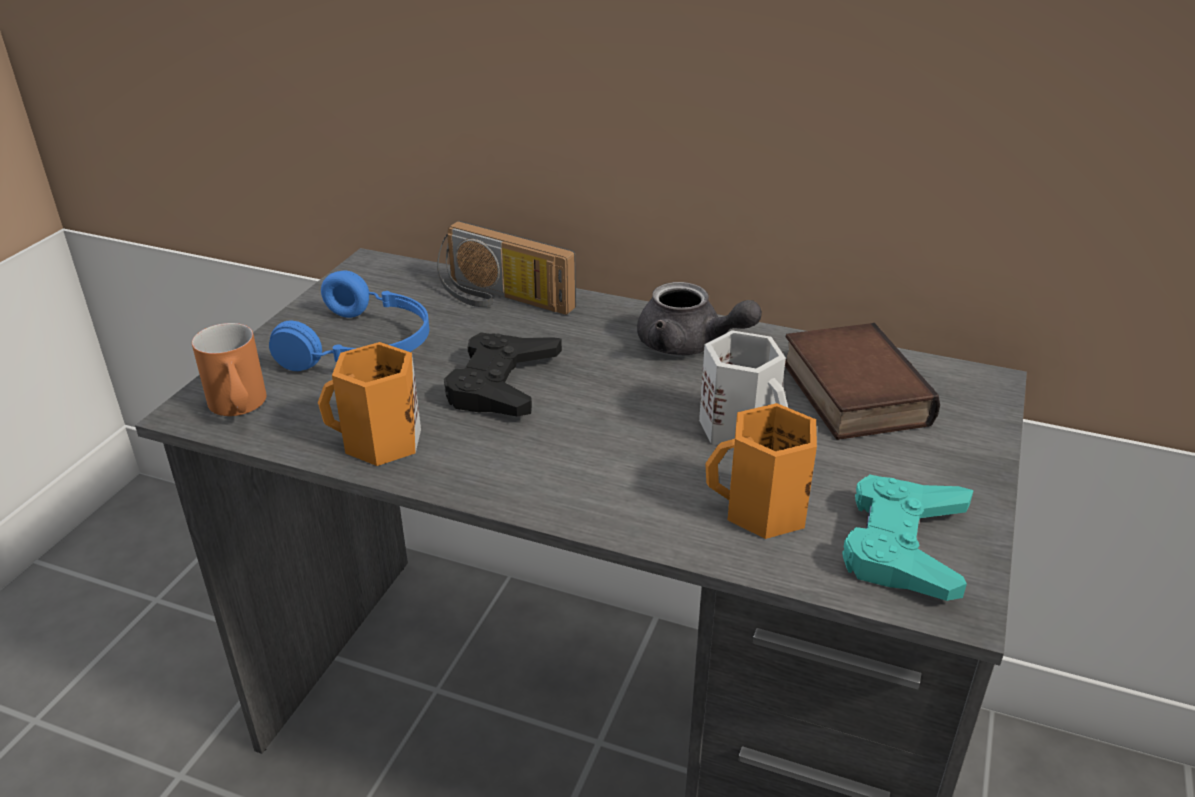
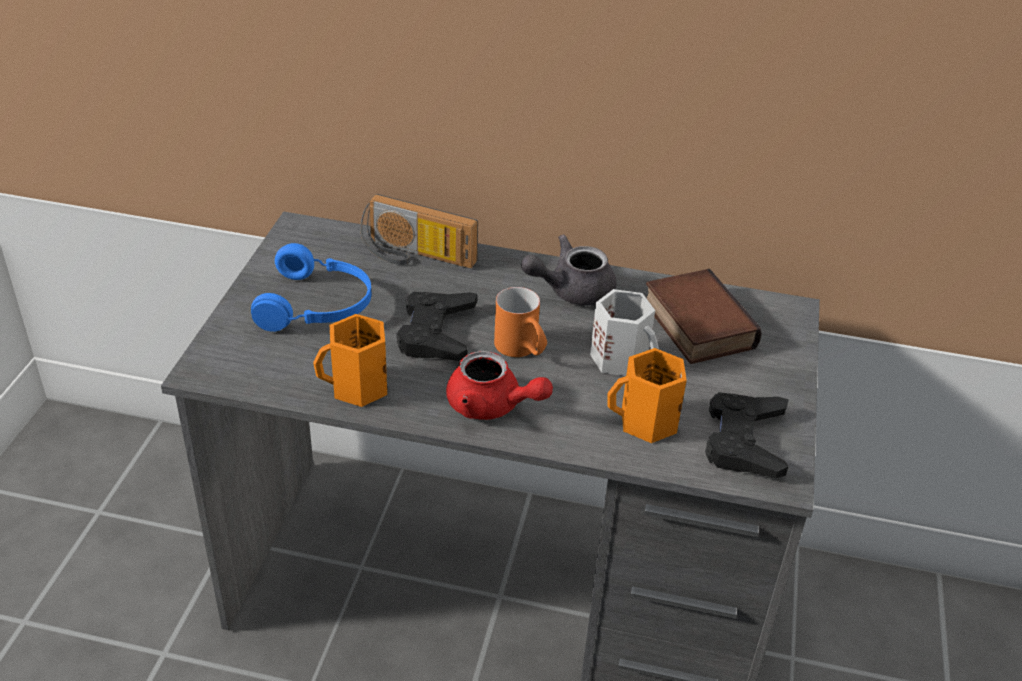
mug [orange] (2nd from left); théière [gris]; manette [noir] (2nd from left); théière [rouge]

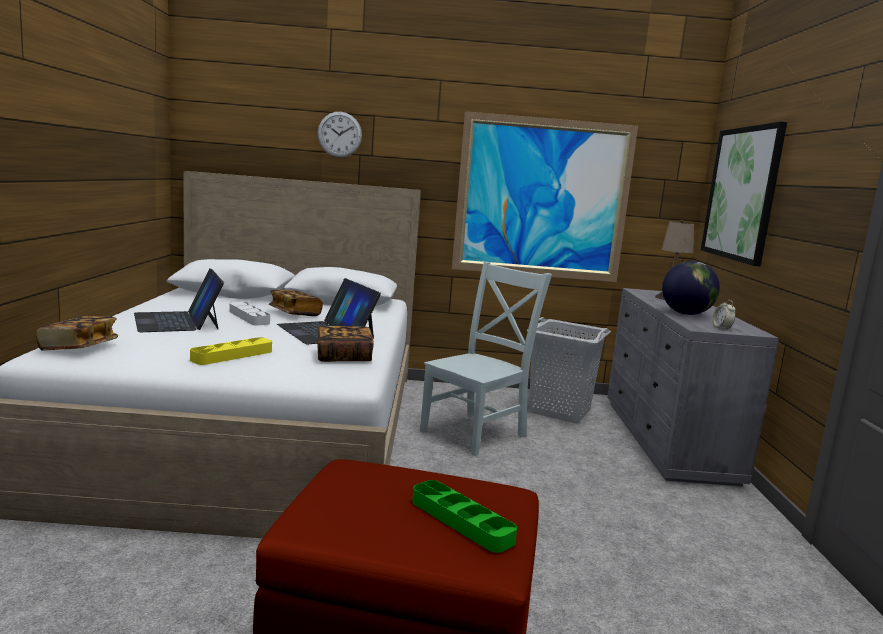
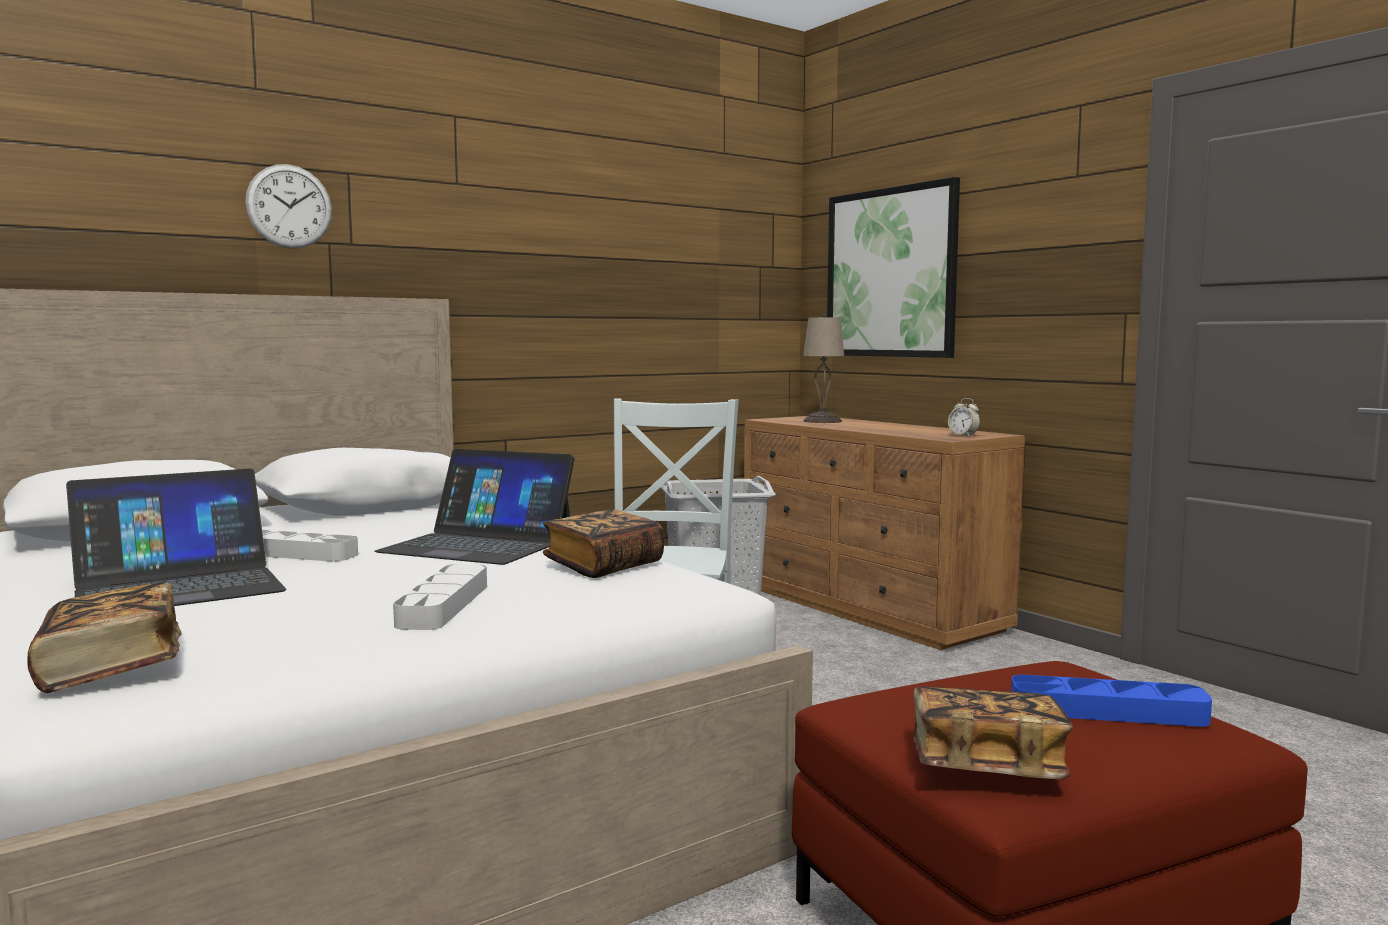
ordinateur portable (1st from left); plateau [gris] (2nd from left); livre (3rd from left); plateau [bleu]; tableau (1st from left in the first image); commode [marron]; globe

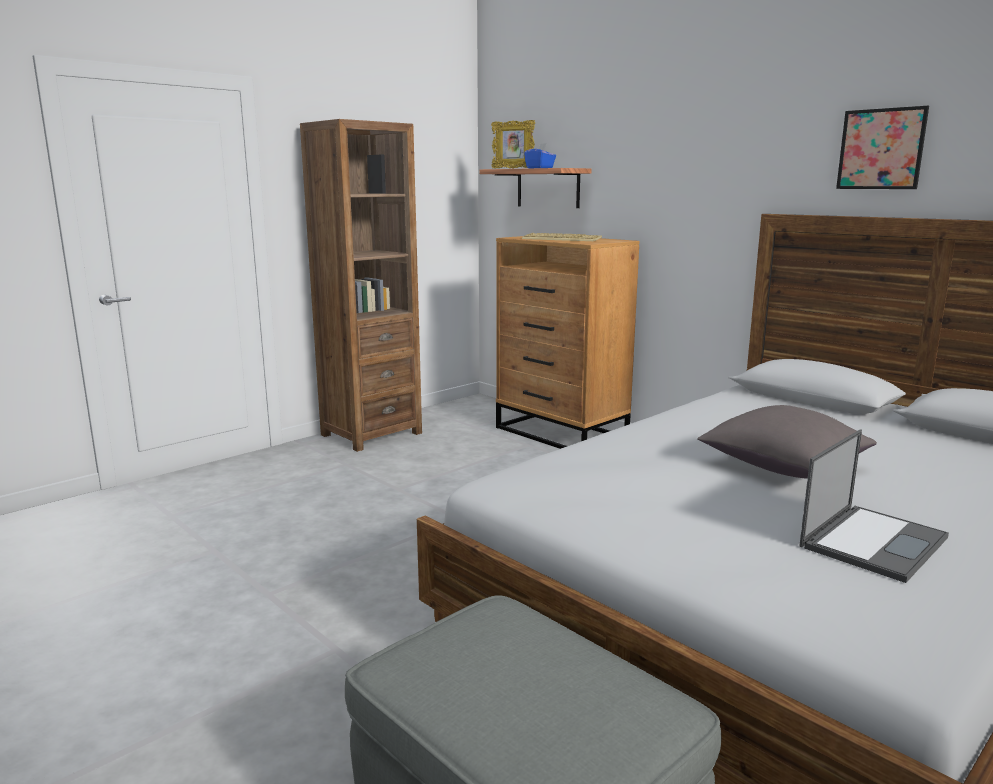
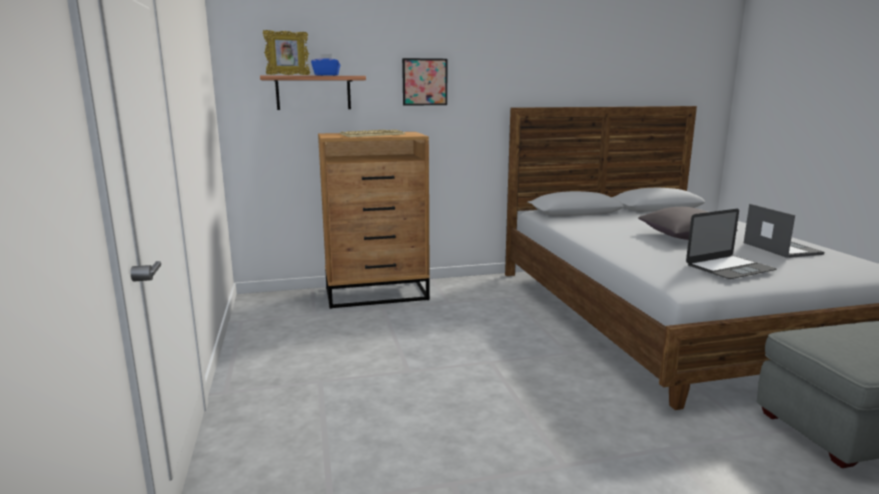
bibliothèque [marron]; tableau; ordinateur portable (1st from left)

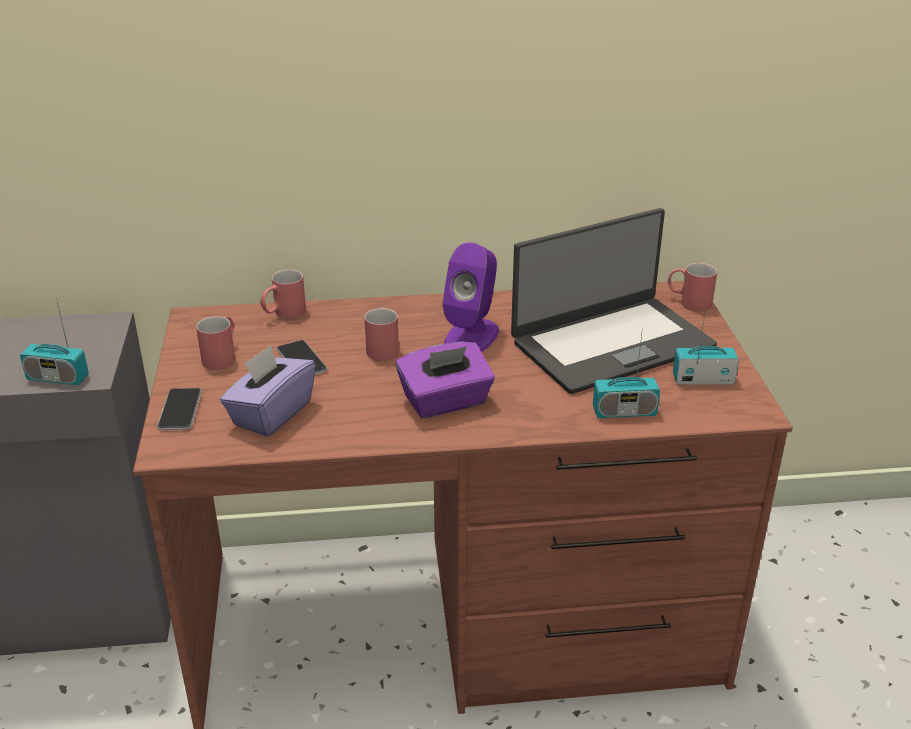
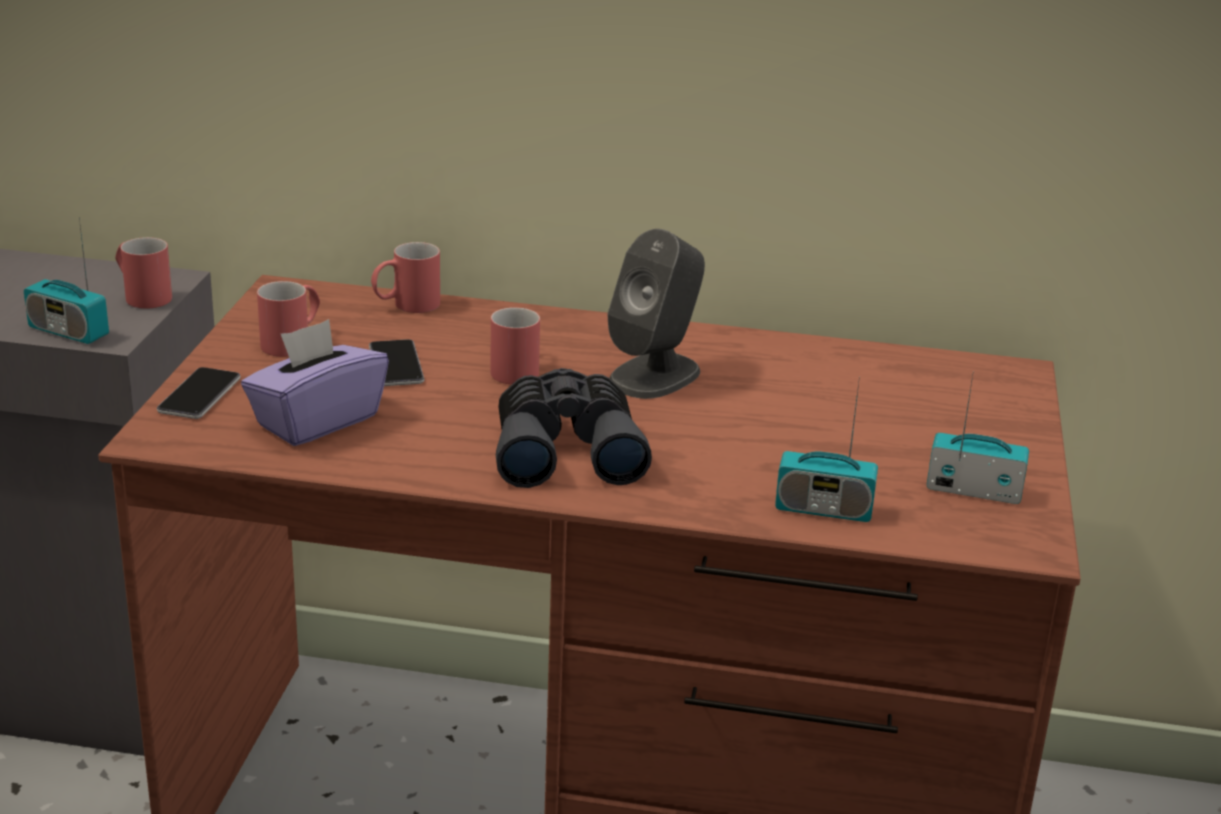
jumelles [gris]; enceinte [gris]; ordinateur portable; mug [rouge] (1st from left)

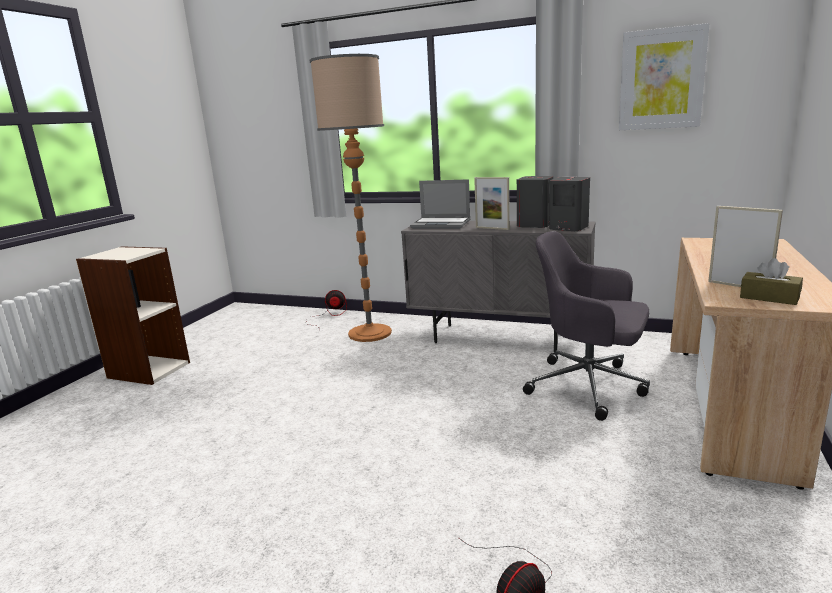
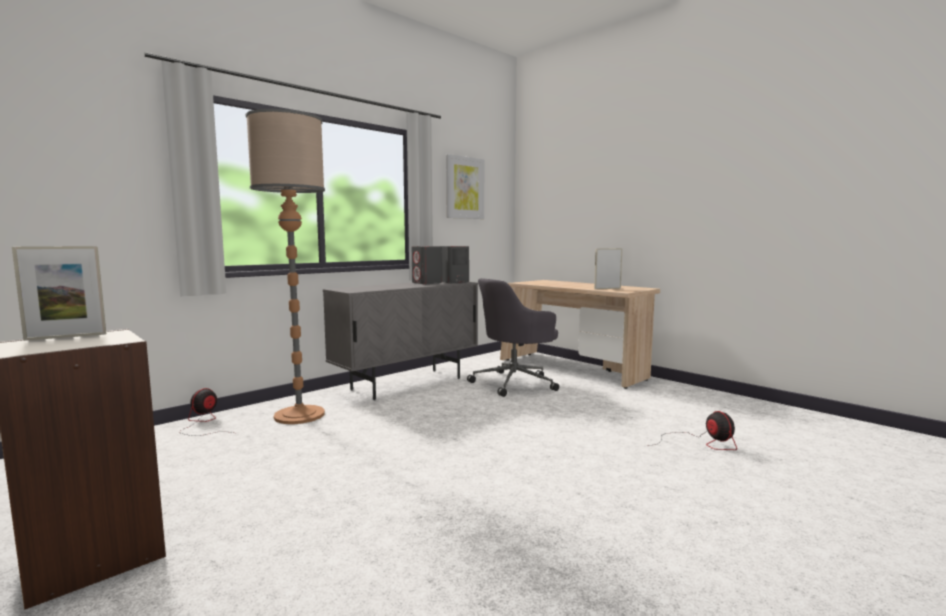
ordinateur portable; cadre photo (1st from left); boîte à mouchoirs [marron]

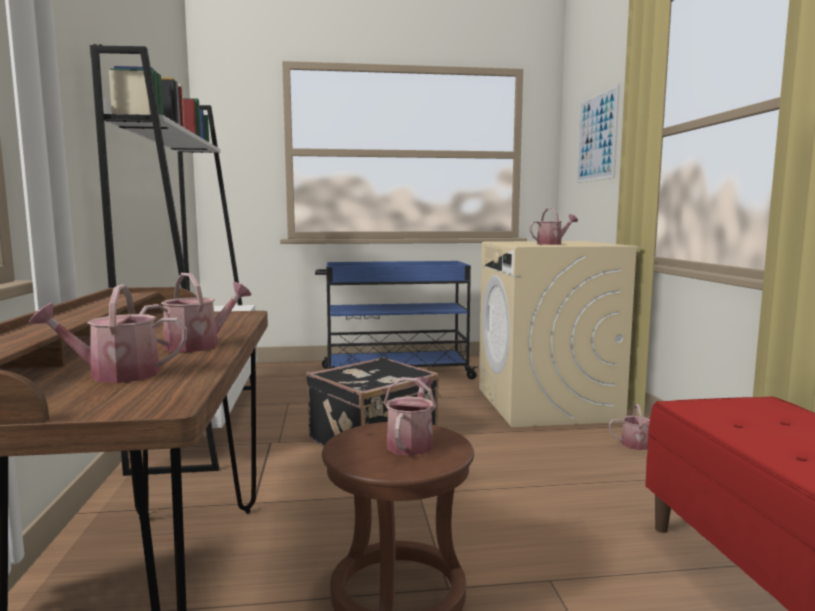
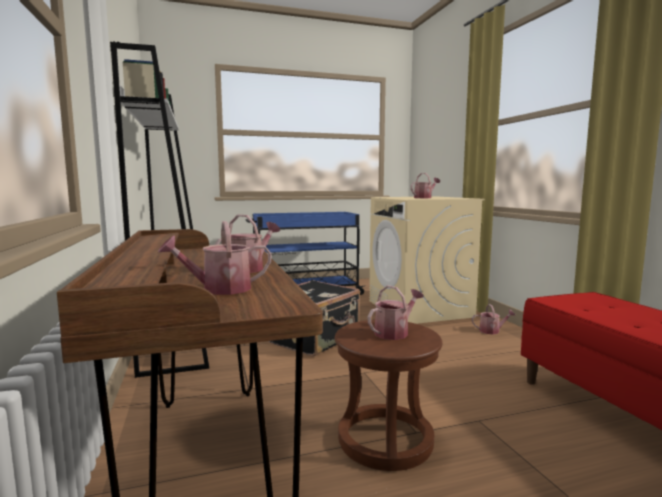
arrosoir (3rd from left); tableau

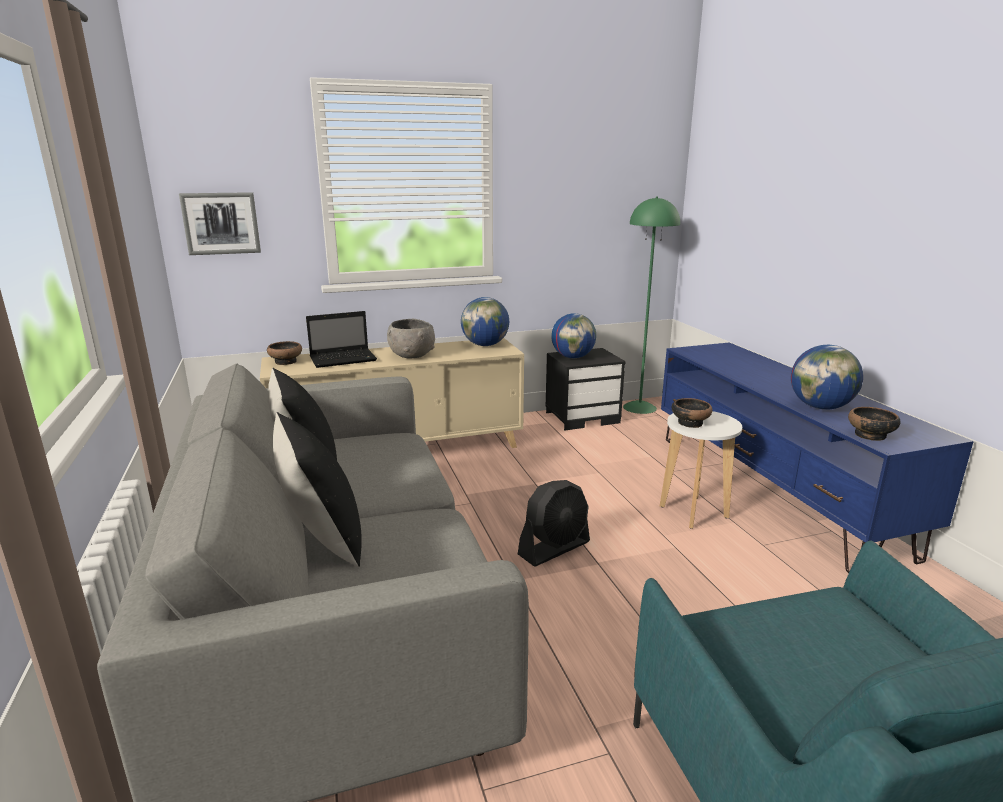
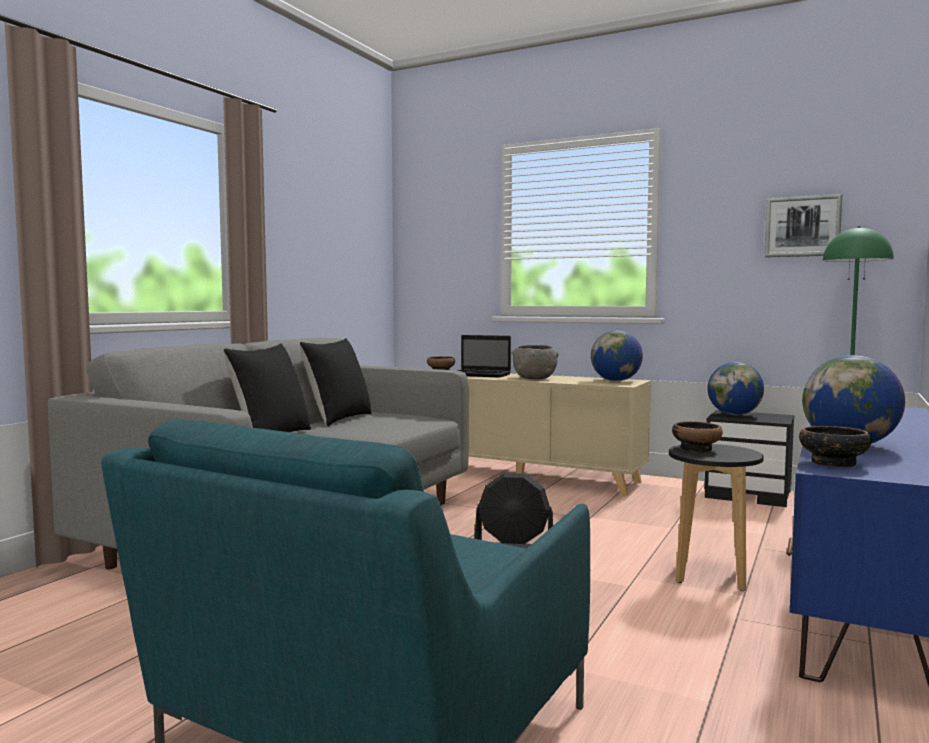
tableau; tabouret [noir]

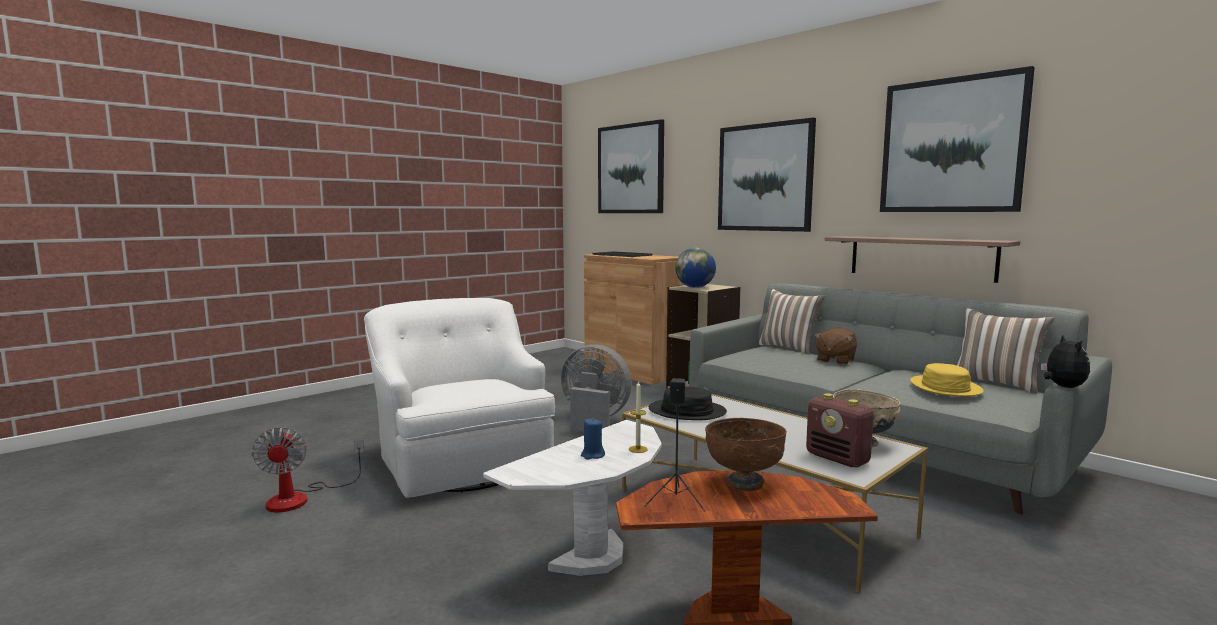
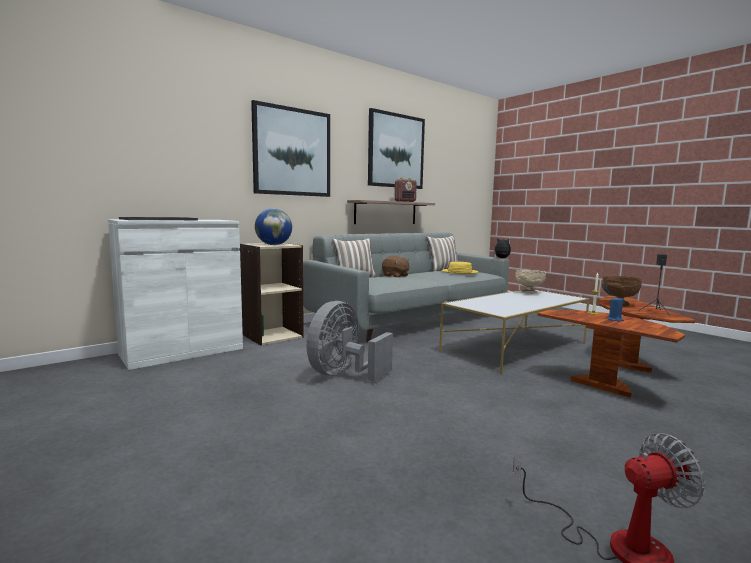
fauteuil [blanc]; table d'appoint [marron] (1st from left); meuble de rangement [blanc]; tableau (1st from left in the first image); chapeau [noir]; radio

